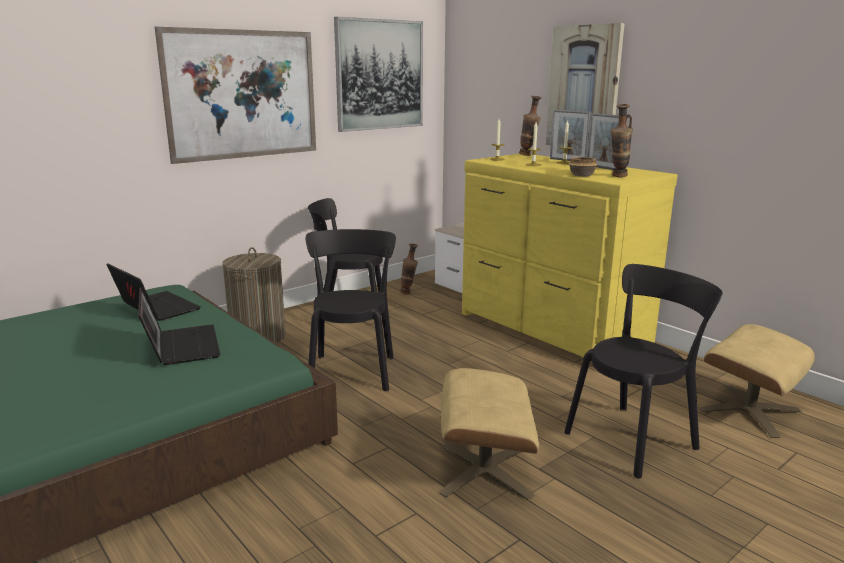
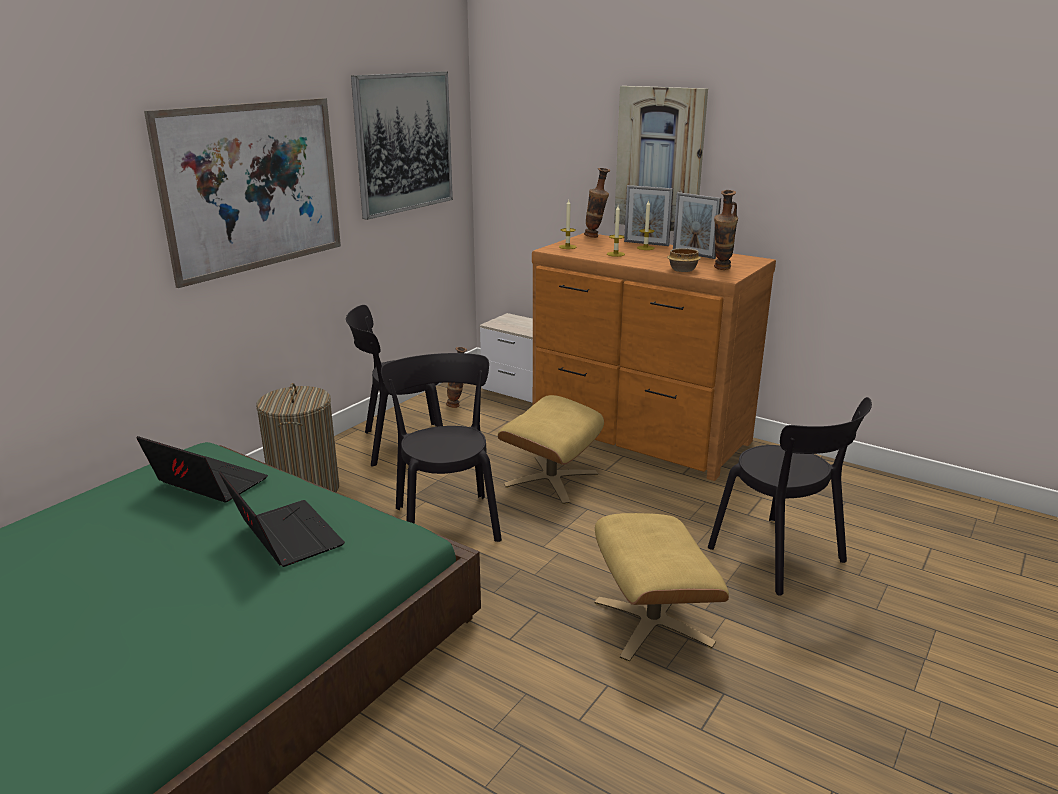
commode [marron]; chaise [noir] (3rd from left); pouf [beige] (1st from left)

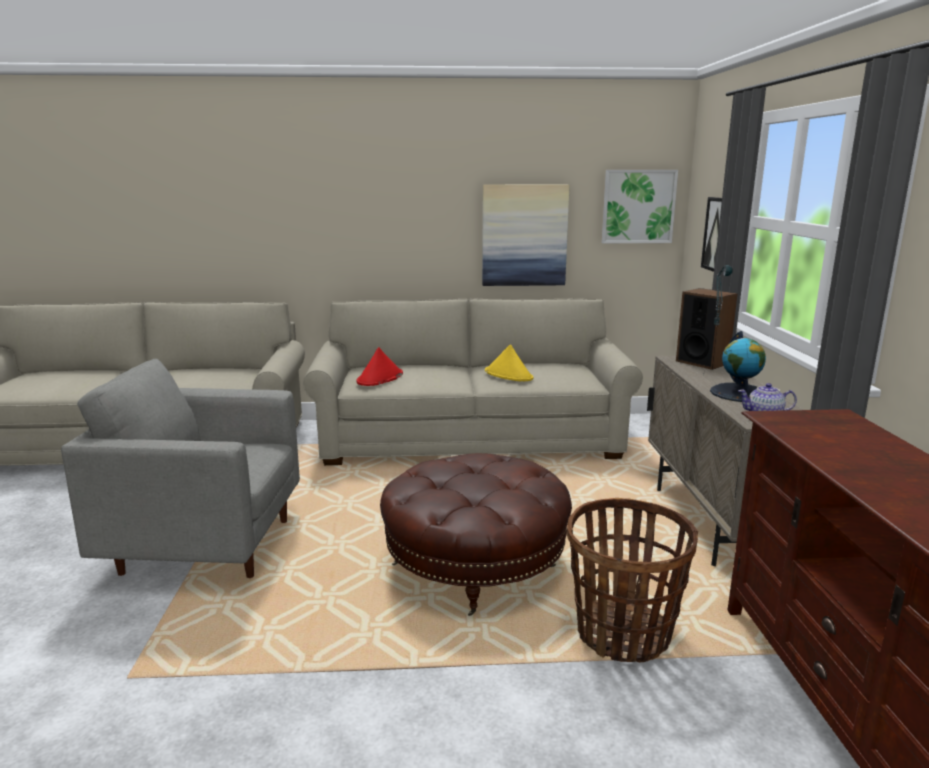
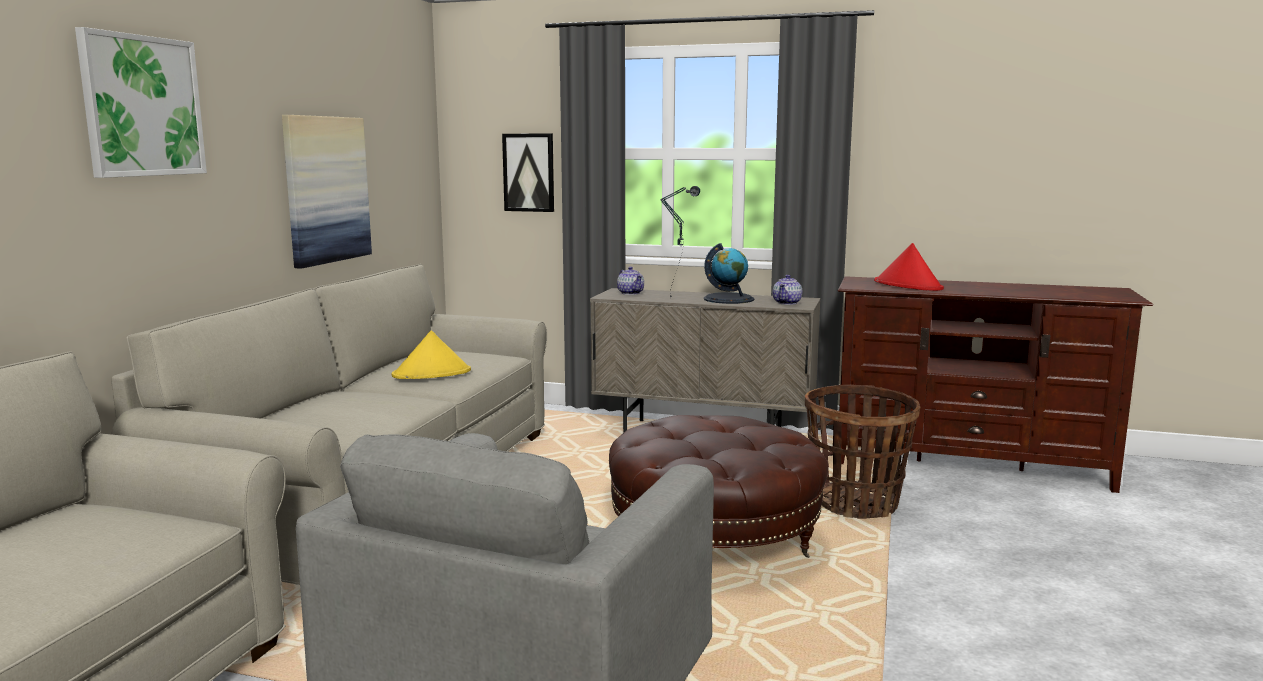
chapeau [rouge]; tableau (1st from left); théière (1st from left)

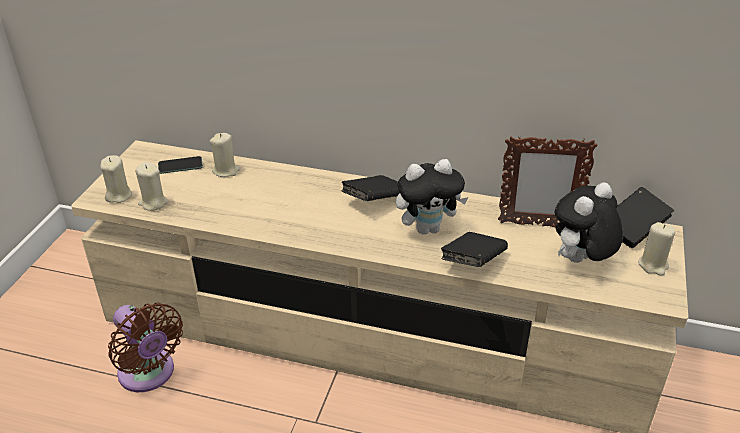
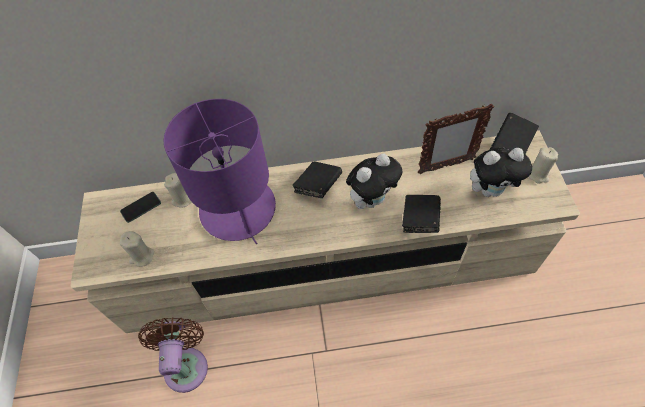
bougie [beige] (1st from left in the first image); ventilateur [marron]; peluche (2nd from left); lampe de table [violet]

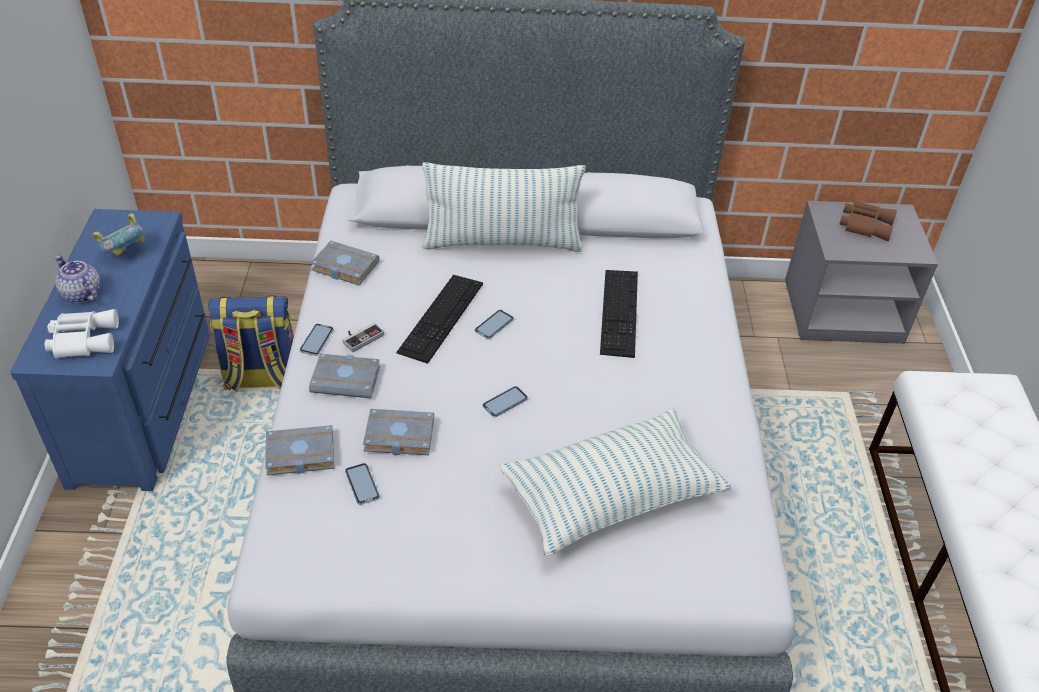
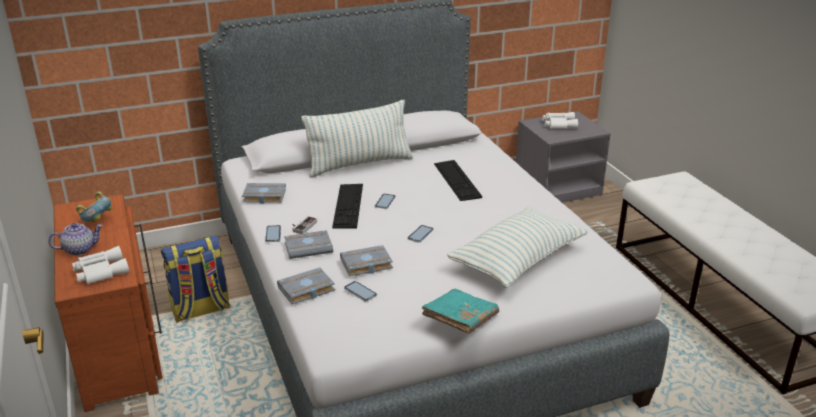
commode [marron]; théière; jumelles [blanc] (2nd from left); livre [turquoise]

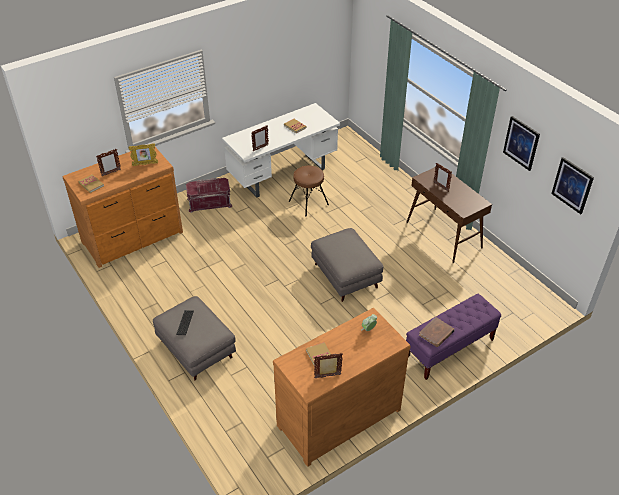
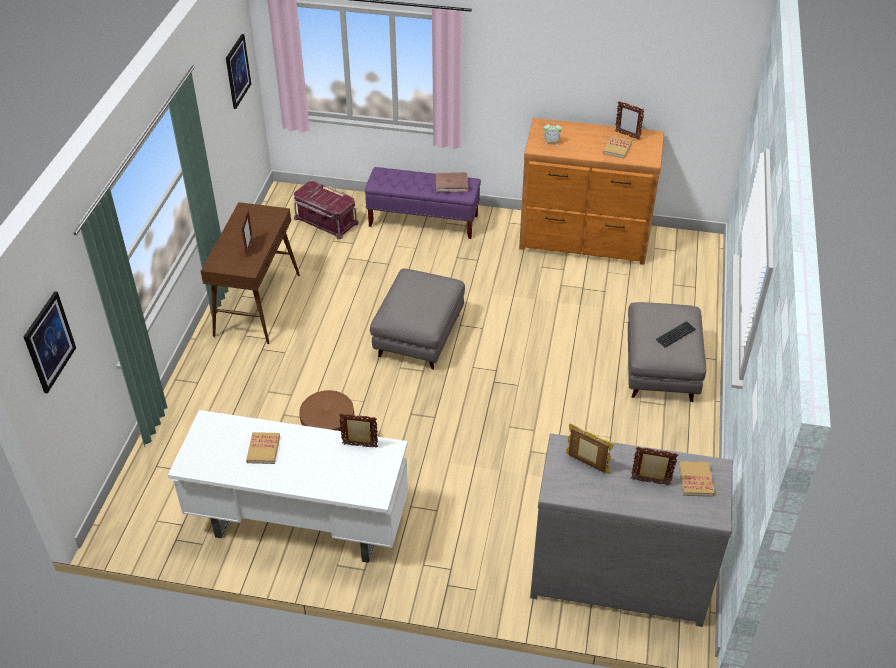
commode [gris]; boîte de rangement [rouge]; tableau (1st from left)

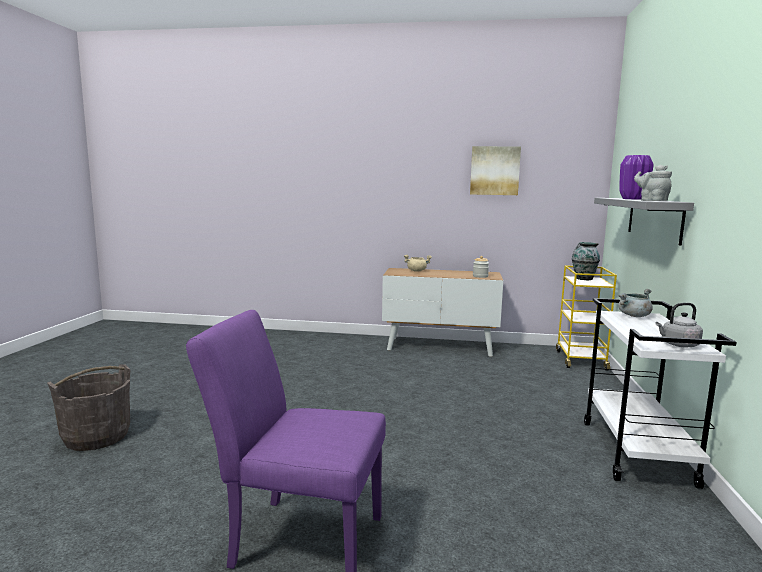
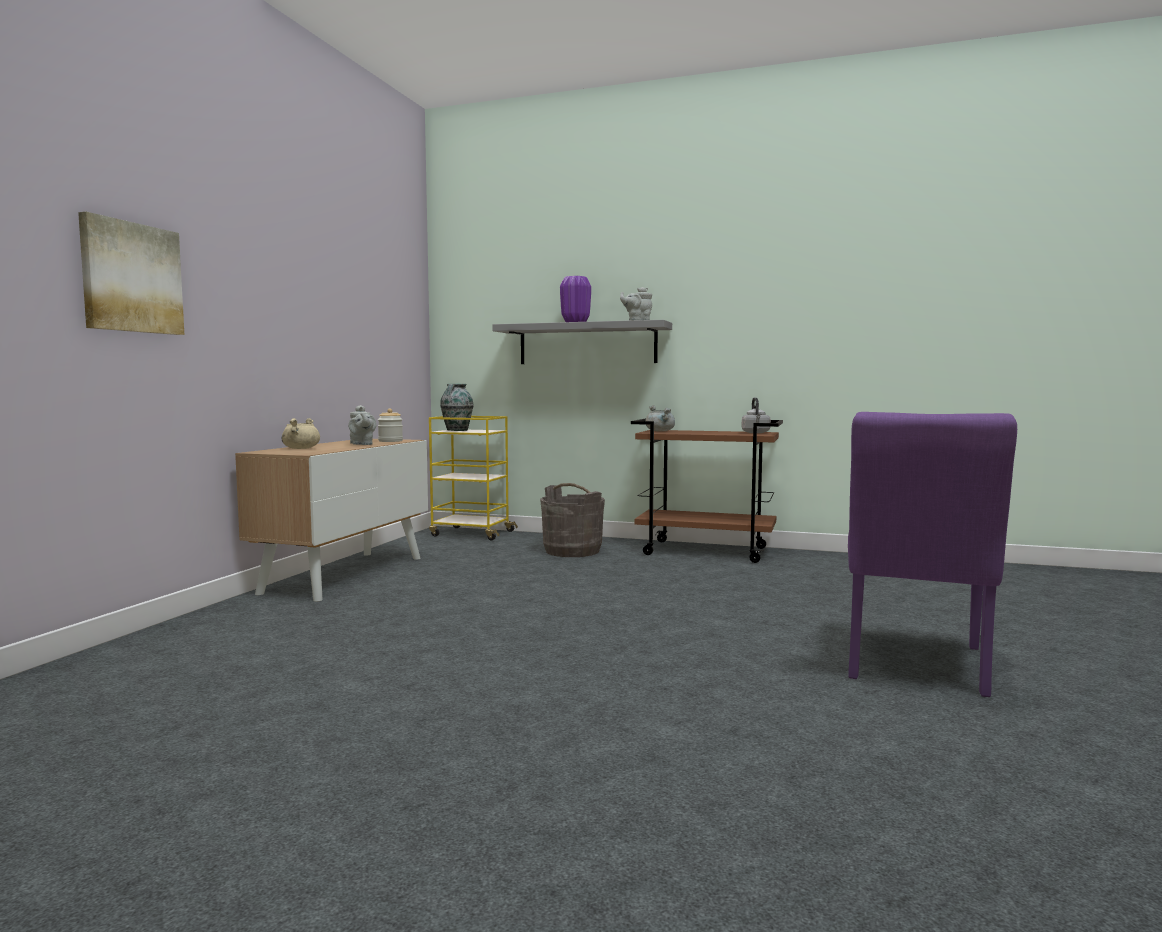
seau [gris]; tableau; chariot [marron]; théière [gris] (1st from left)

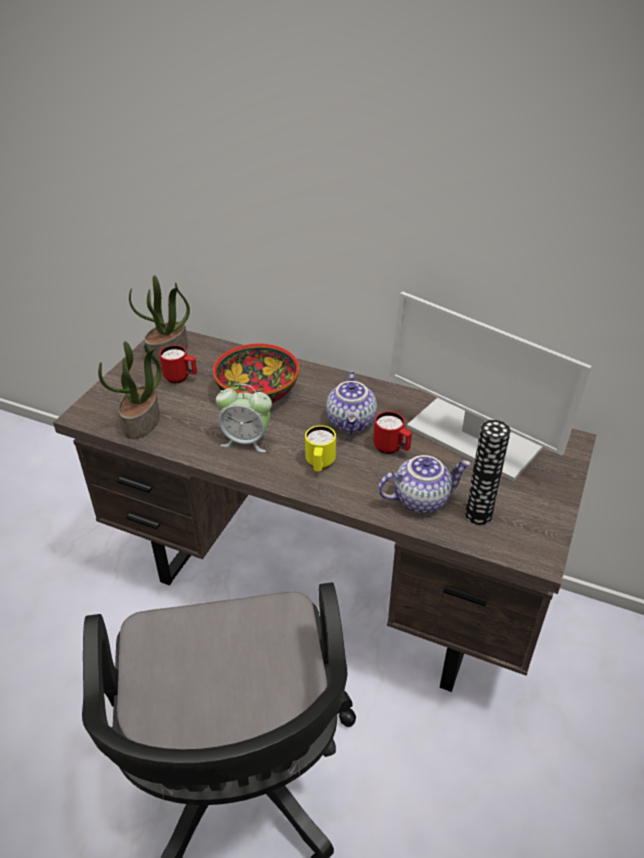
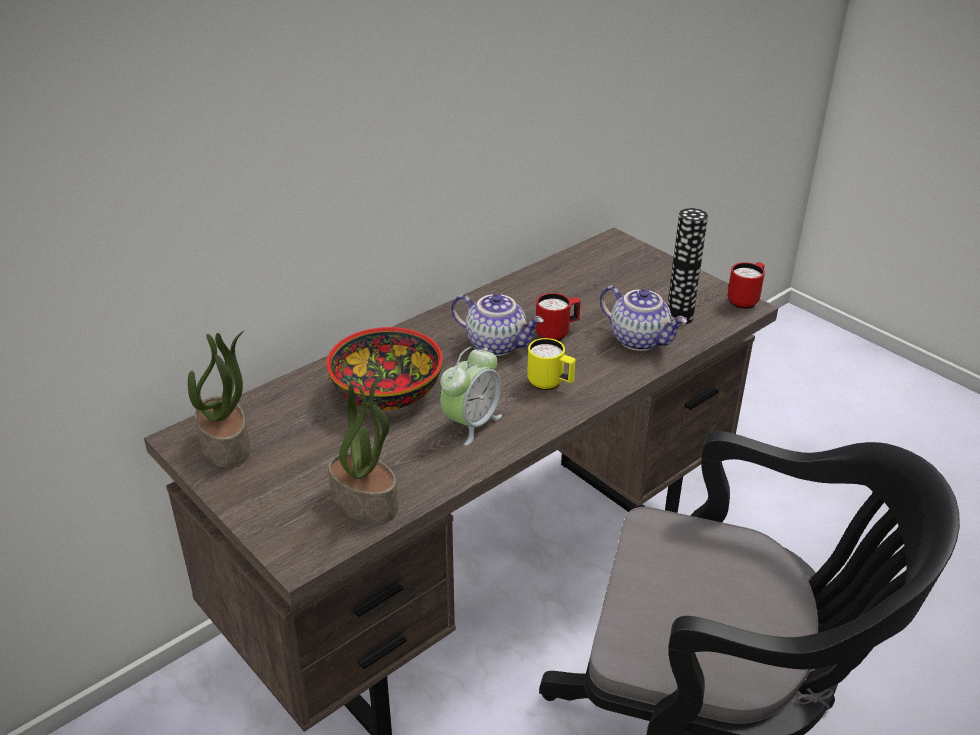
mug [rouge] (2nd from left); théière (2nd from left); écran d'ordinateur

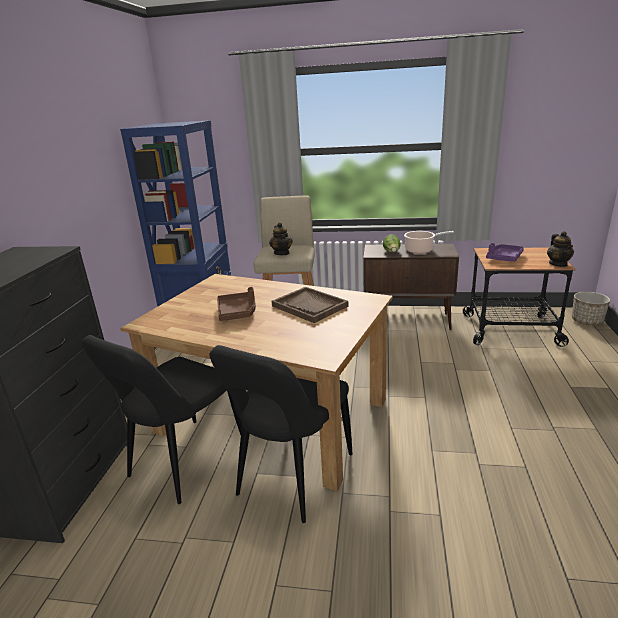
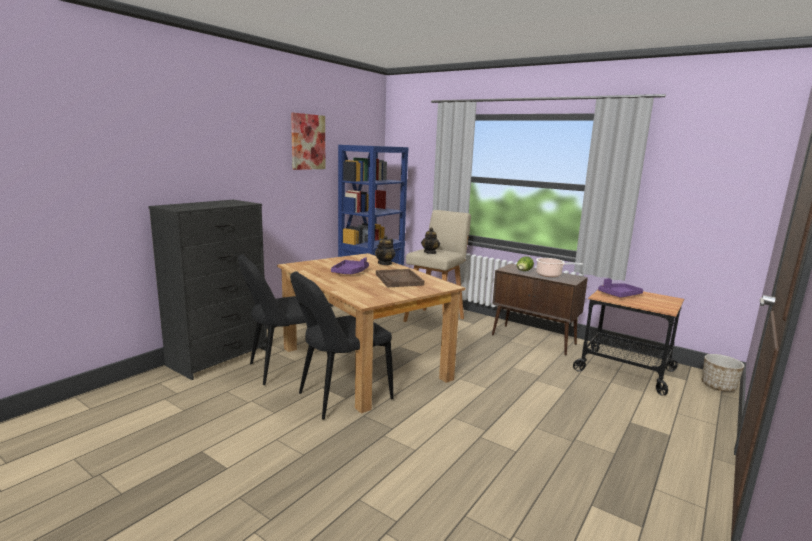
plateau [violet] (1st from left); théière (1st from left); tableau

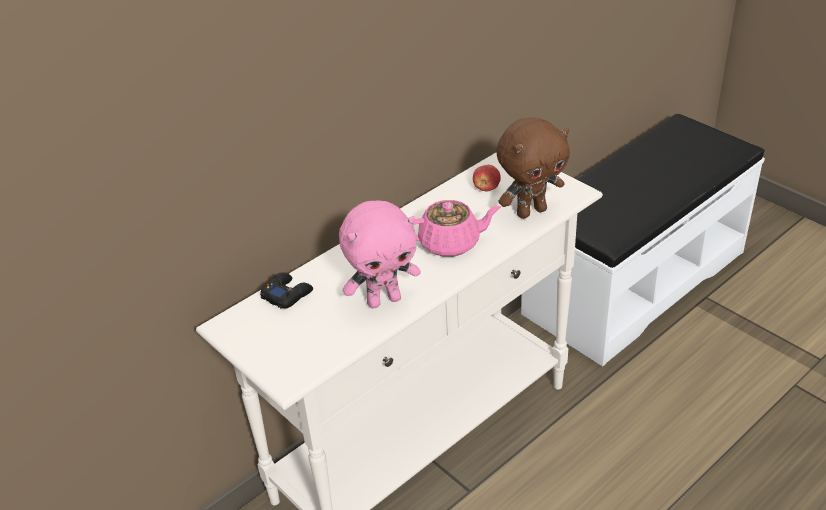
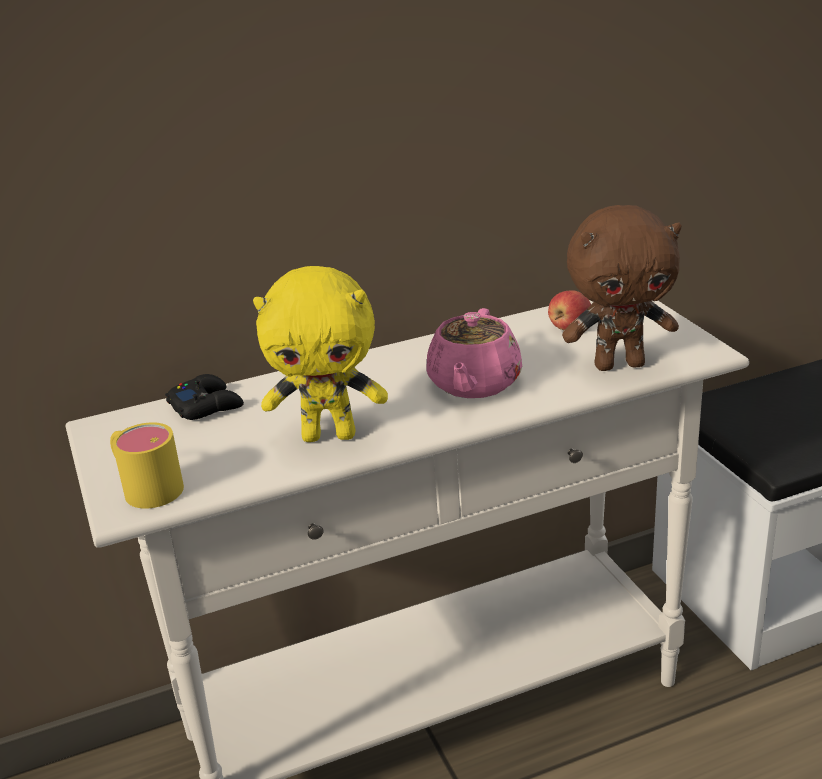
peluche [jaune]; théière [rose]; mug [jaune]

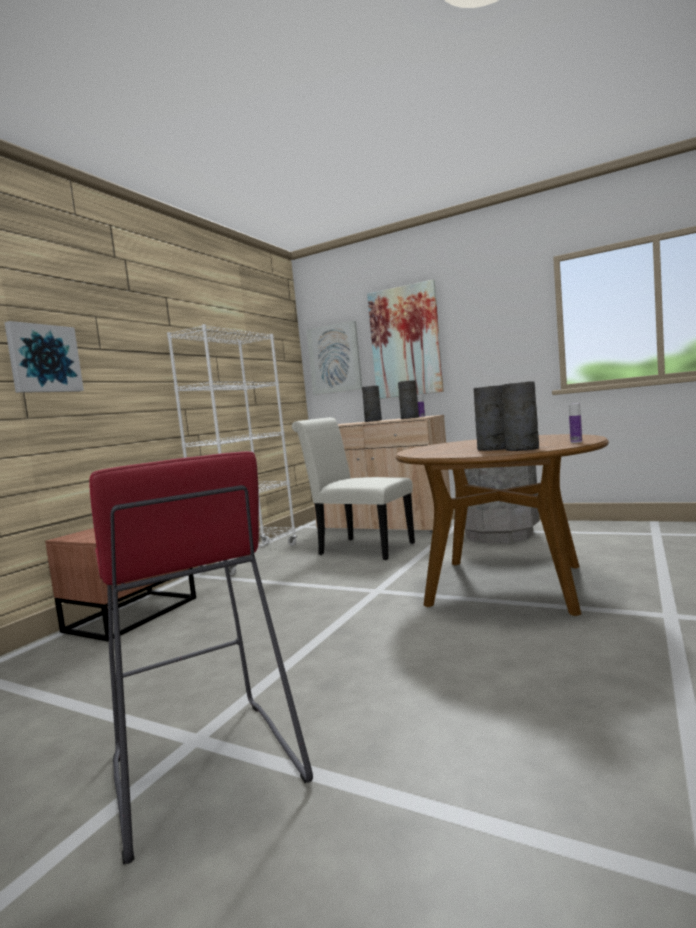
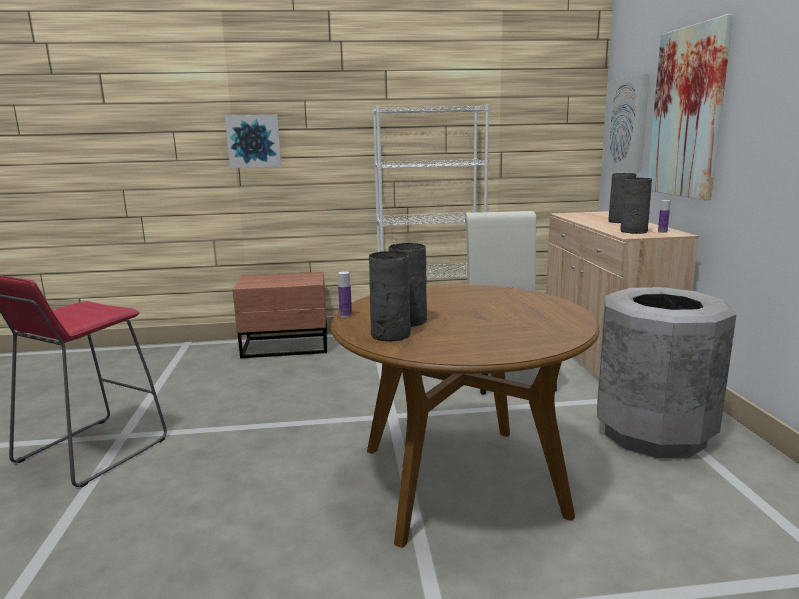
bouteille (1st from left)

